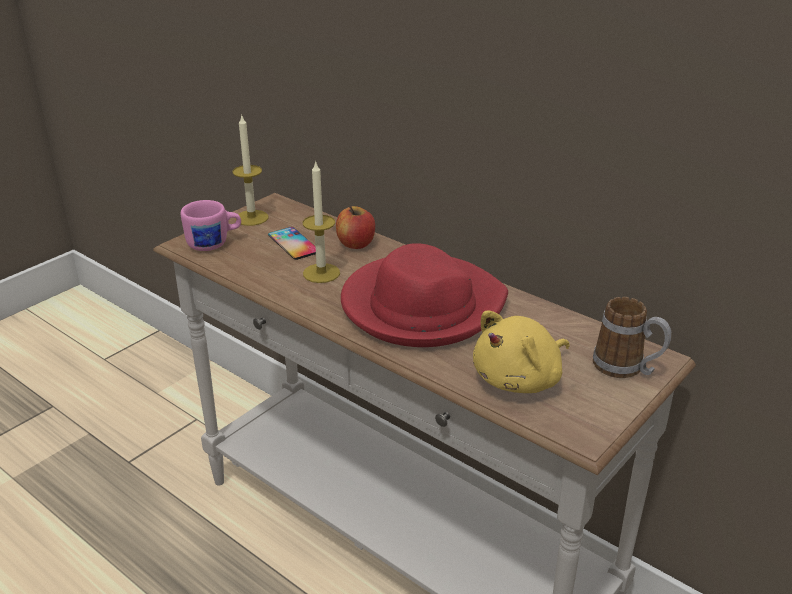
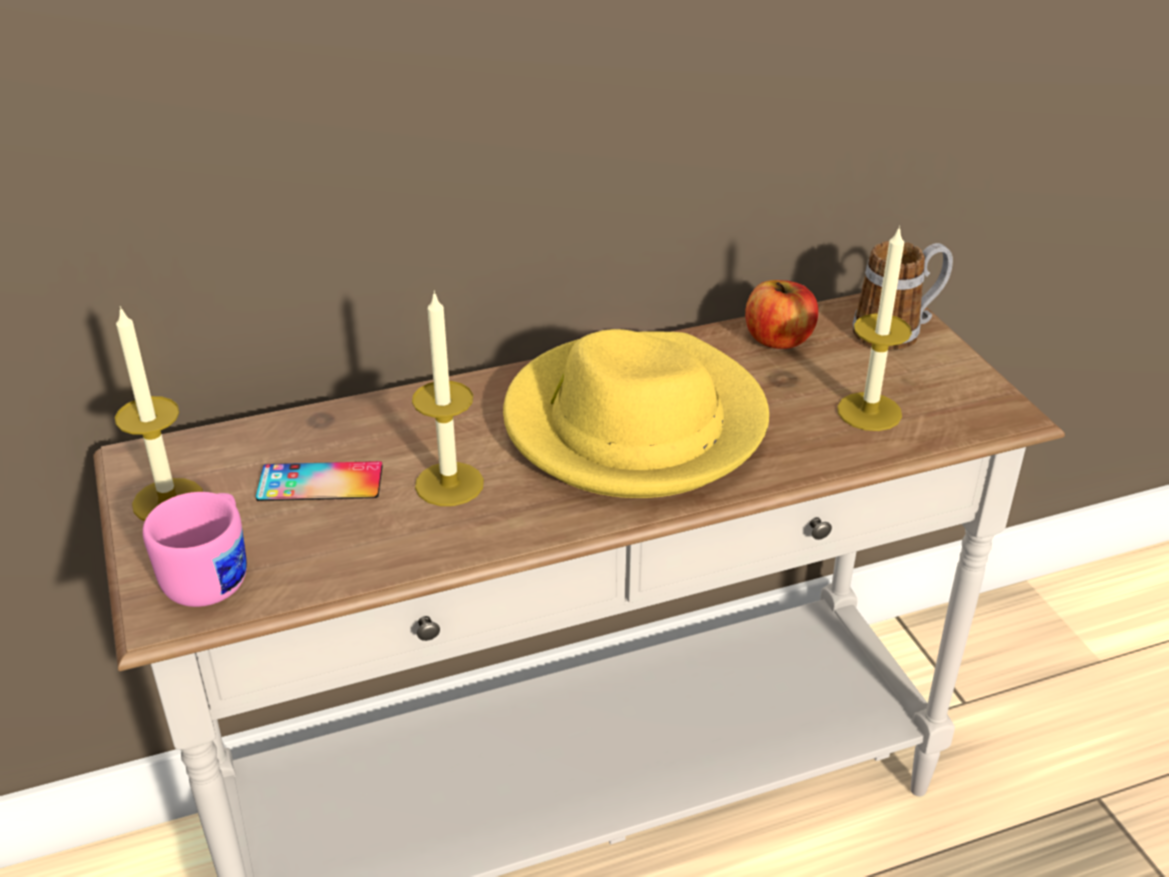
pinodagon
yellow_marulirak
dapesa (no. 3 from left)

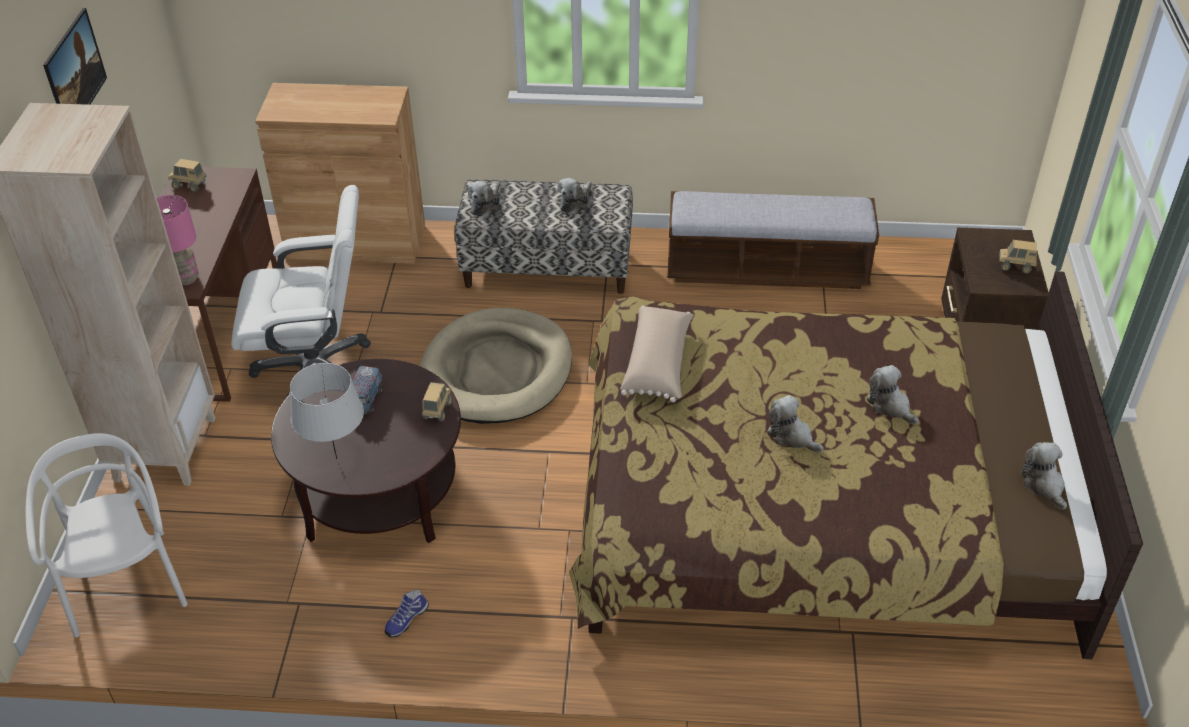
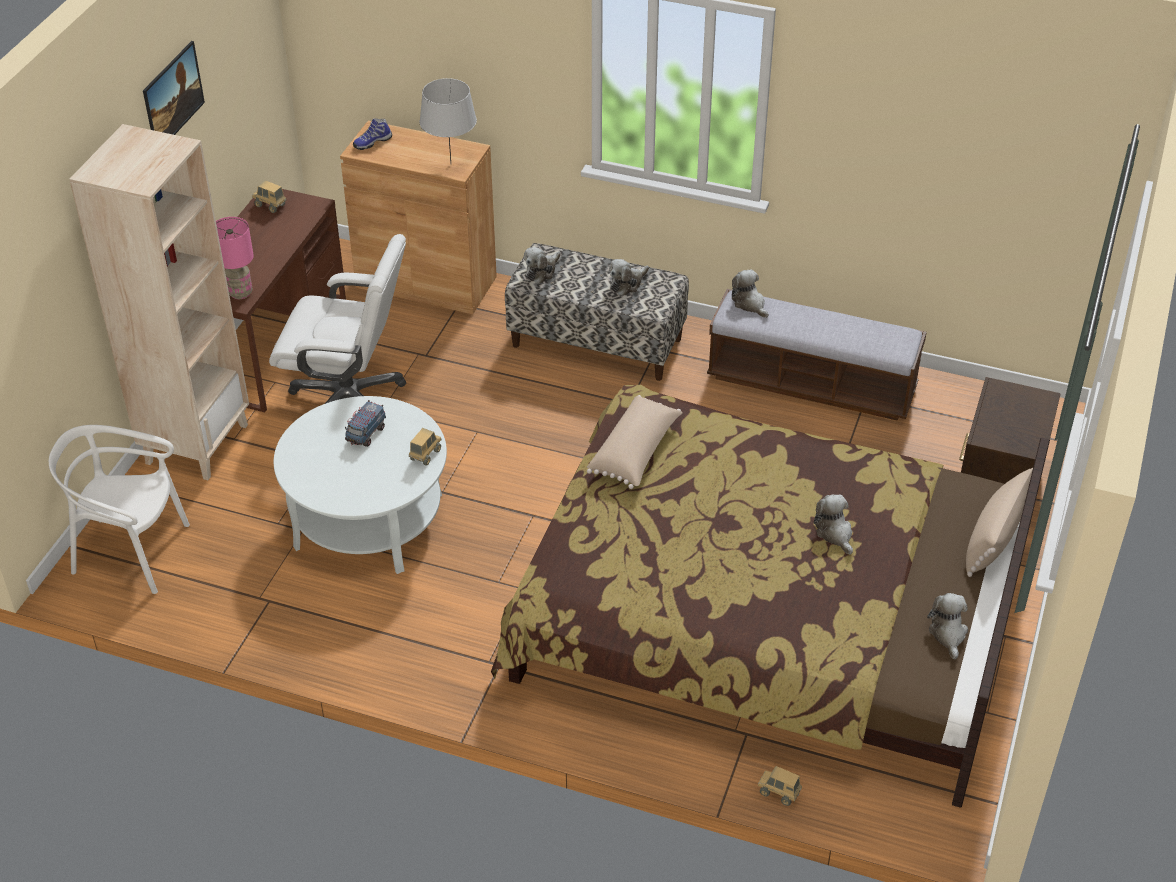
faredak (no. 4 from left)
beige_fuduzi
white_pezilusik
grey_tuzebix
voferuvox (no. 3 from left)
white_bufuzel
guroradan
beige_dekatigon (no. 2 from left)

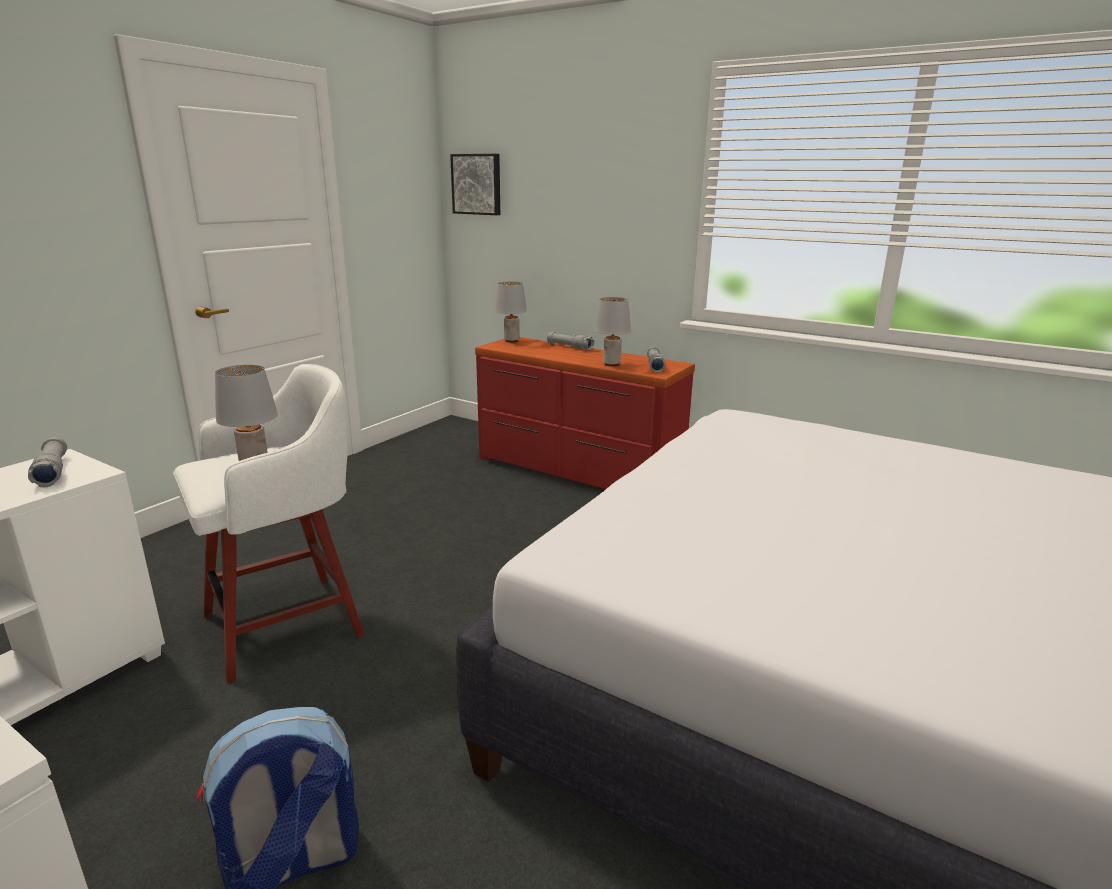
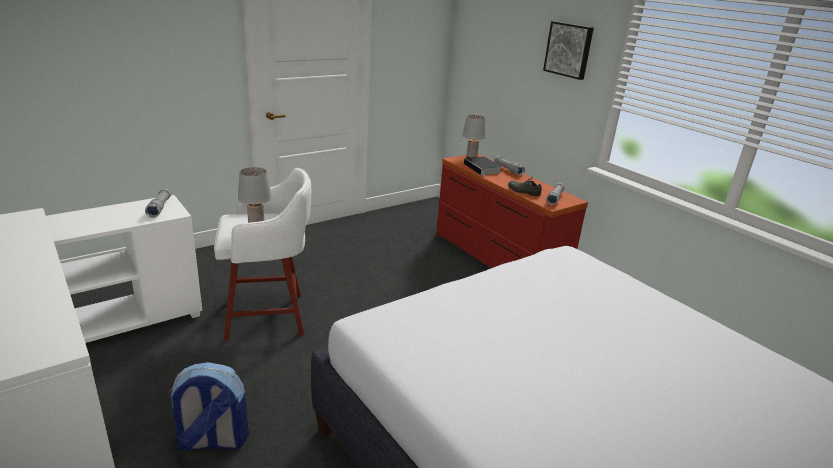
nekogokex
grey_guroradan
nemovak

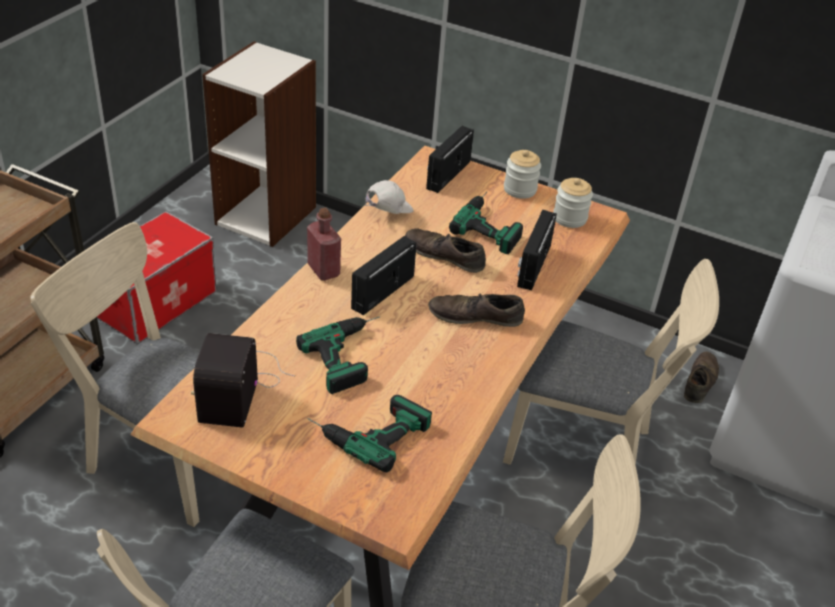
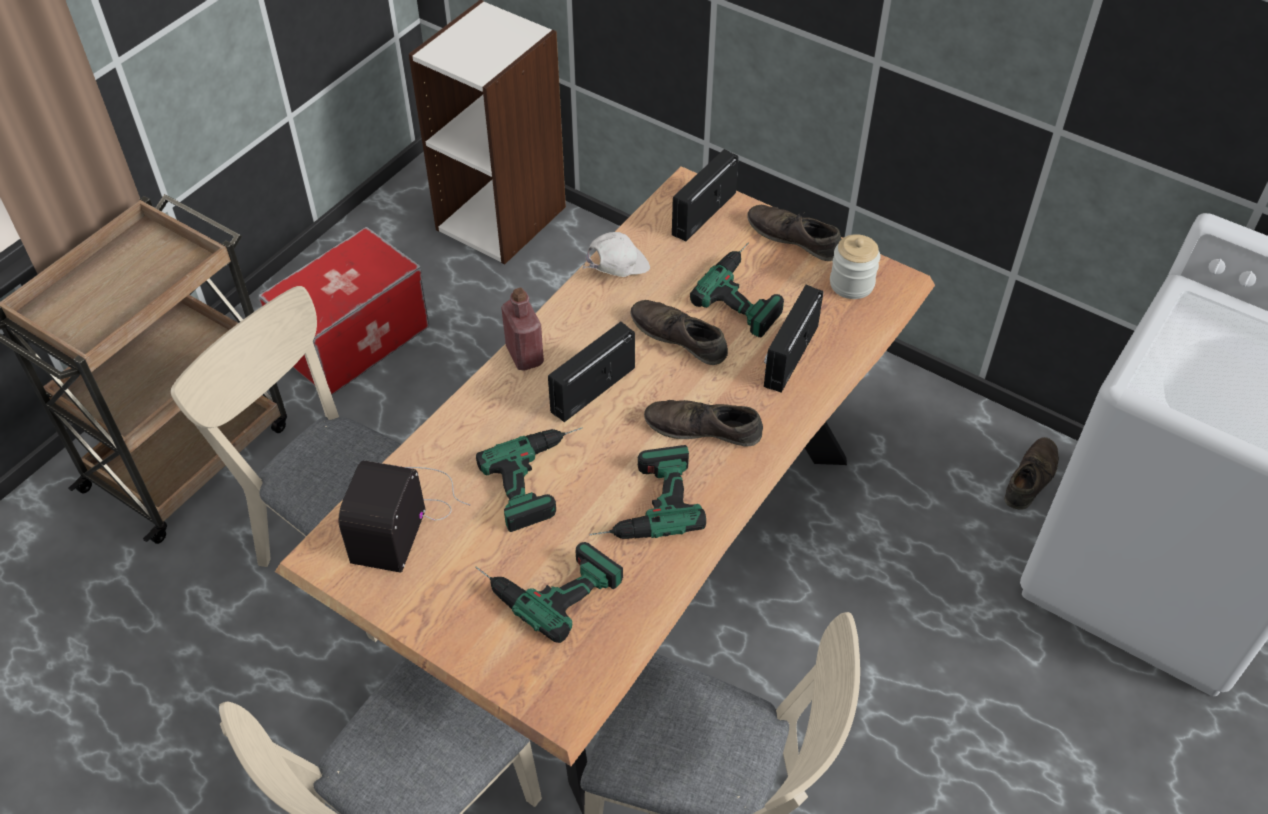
brown_guroradan (no. 3 from left)
beige_bufuzel (no. 4 from left in the first image)
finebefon (no. 3 from left)

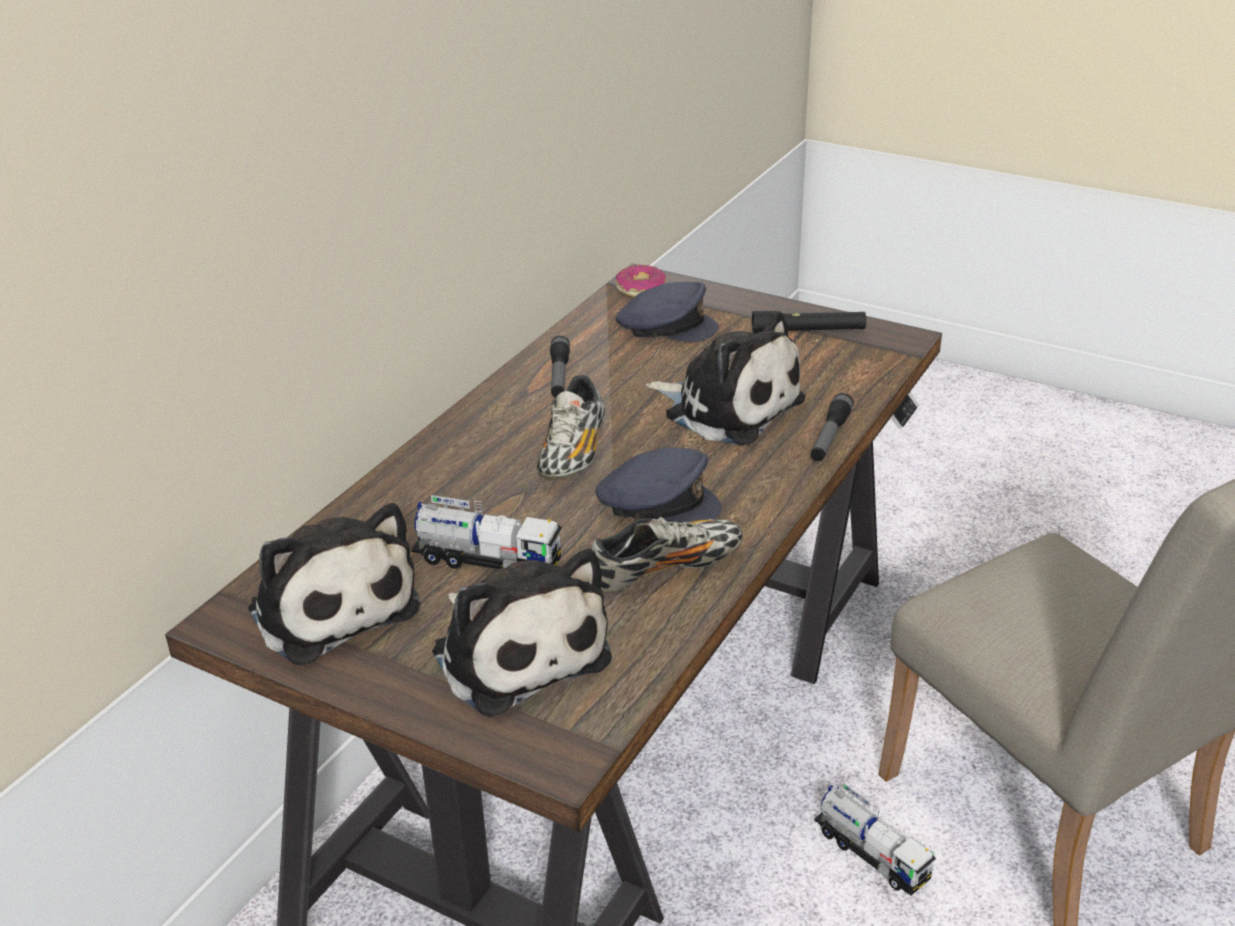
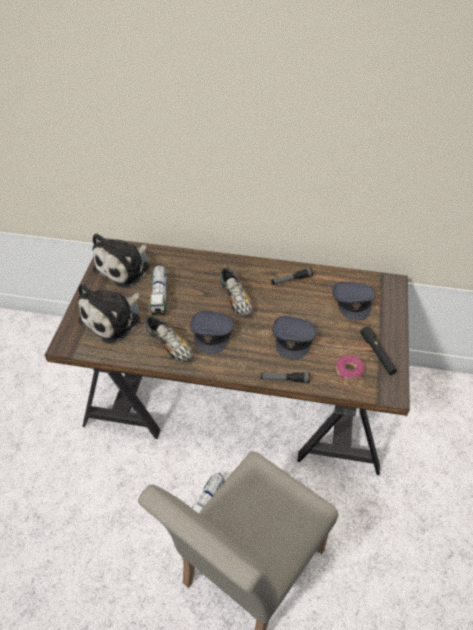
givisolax
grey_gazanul (no. 2 from left)
guroradan (no. 2 from left)

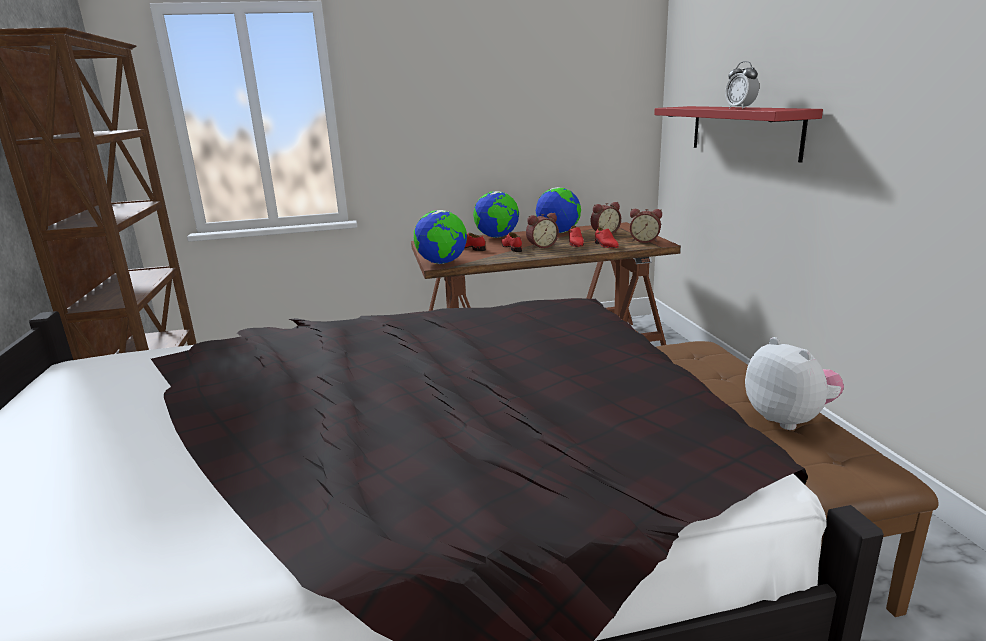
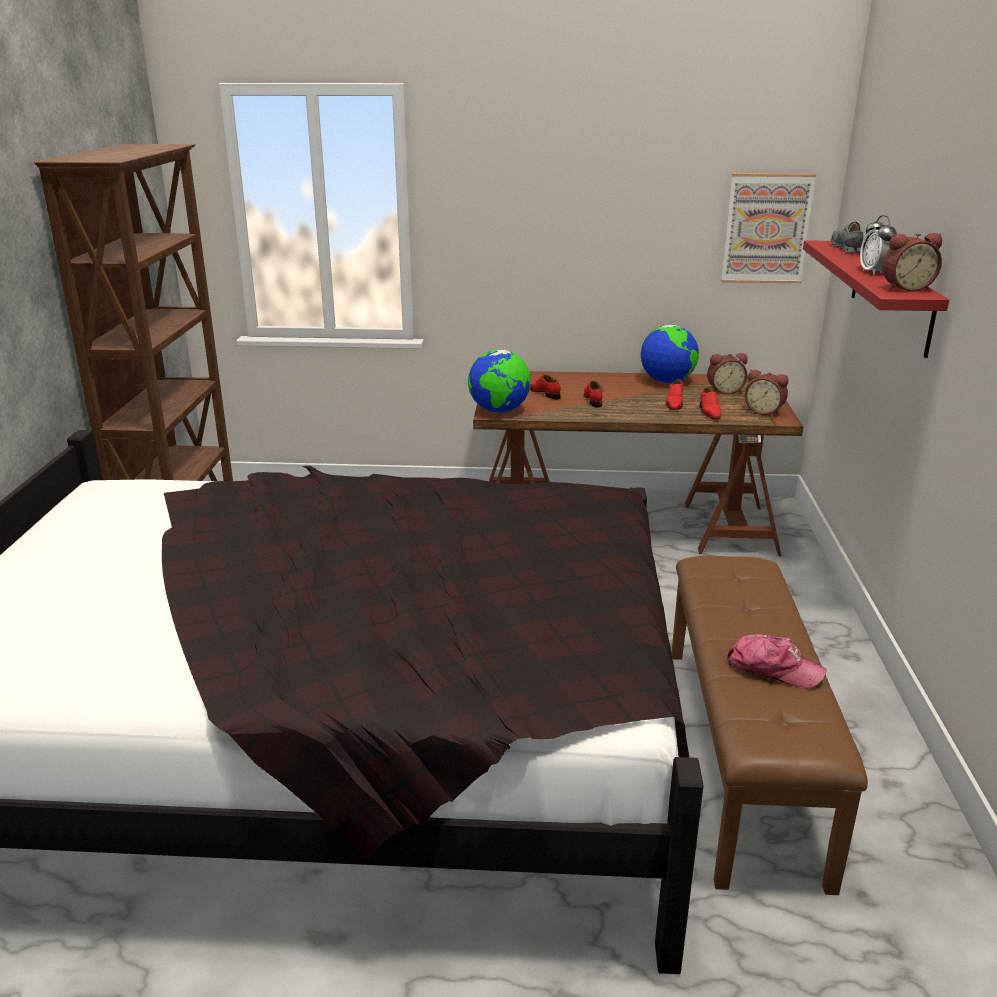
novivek (no. 2 from left in the first image)
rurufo (no. 4 from left)
gazanul
nekogokex
grey_guroradan

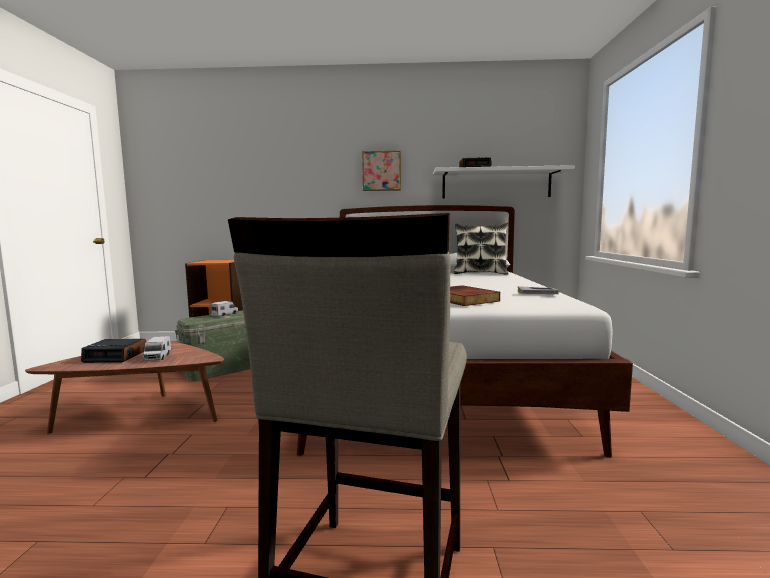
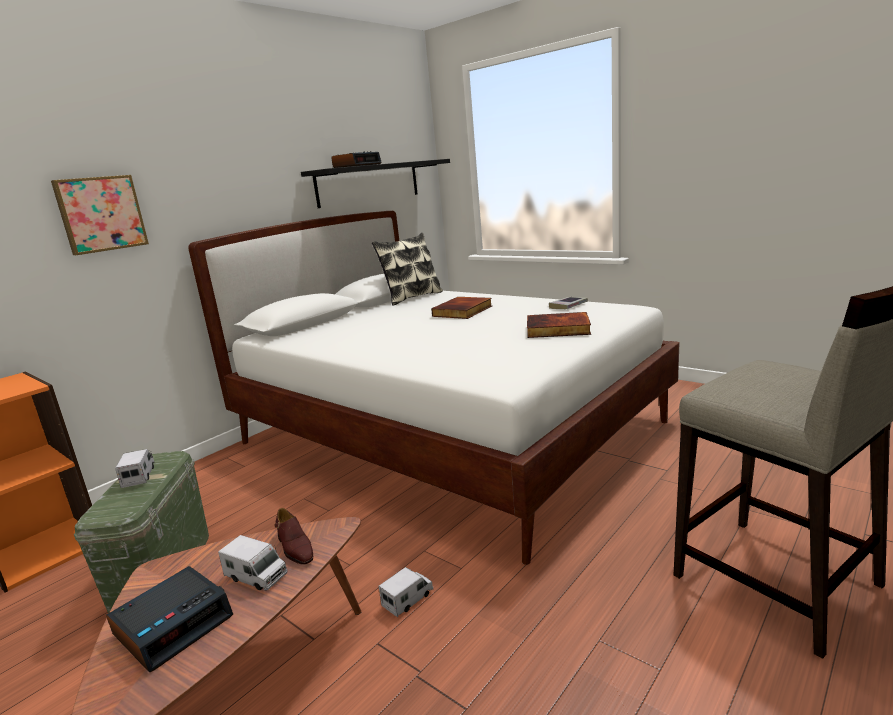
nekogokex
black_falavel
nemovak (no. 1 from left)
brown_guroradan
faredak (no. 3 from left)

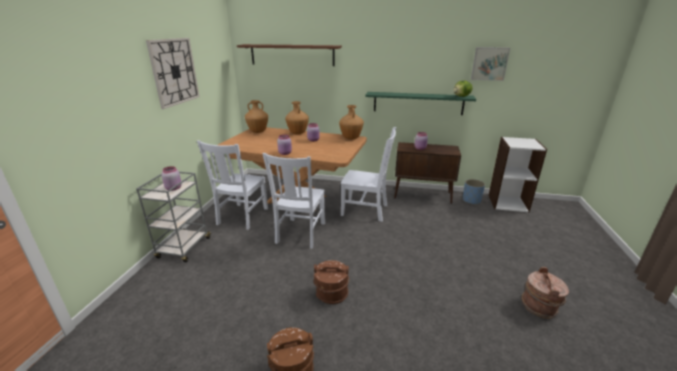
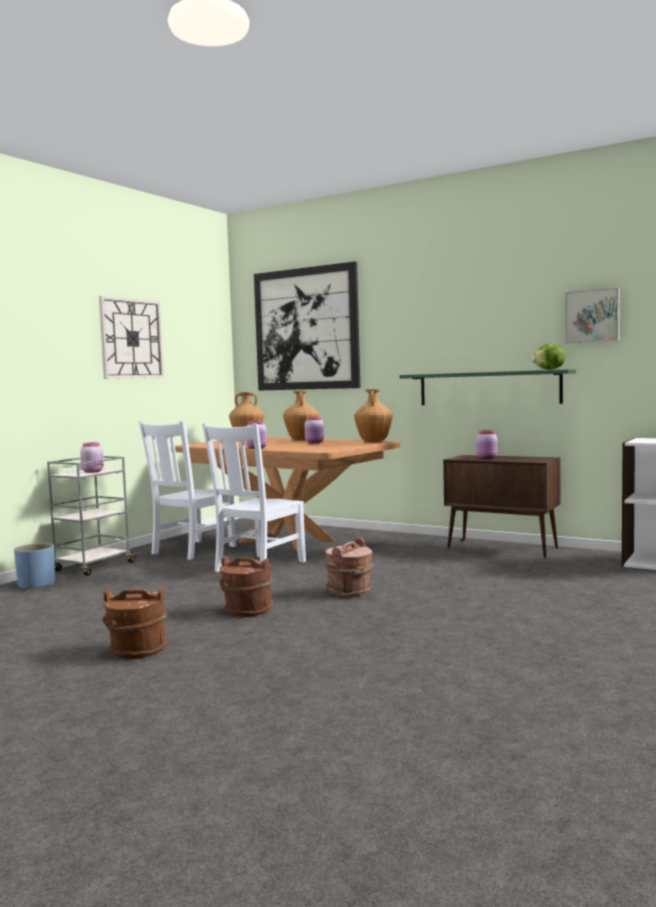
nekogokex (no. 1 from left)
white_bufuzel (no. 3 from left in the first image)
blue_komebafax
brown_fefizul (no. 3 from left)

